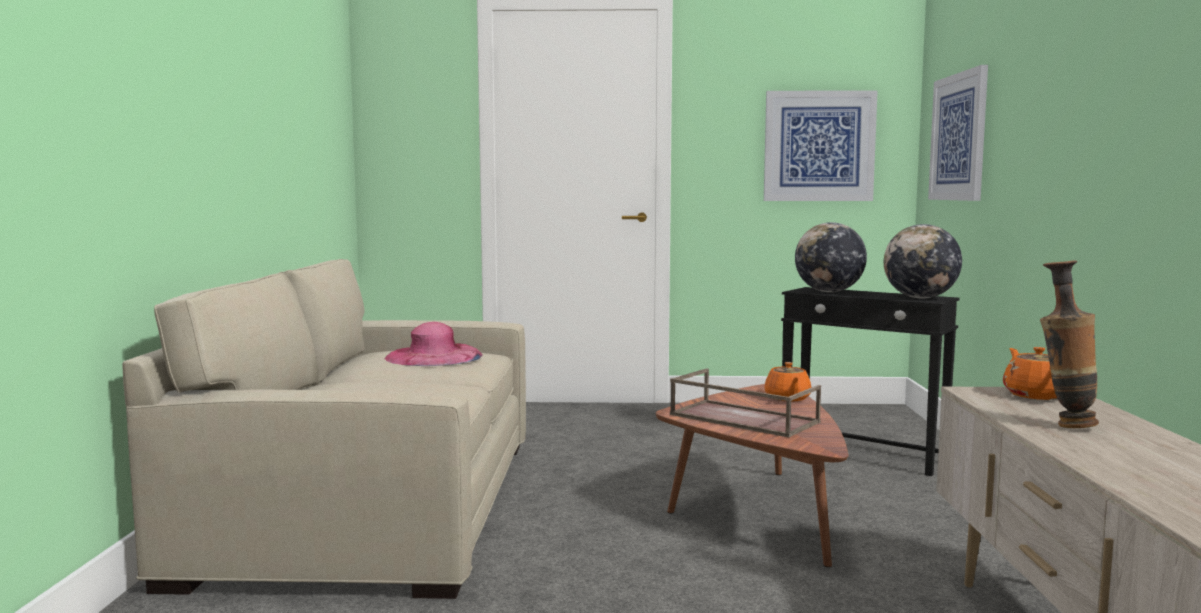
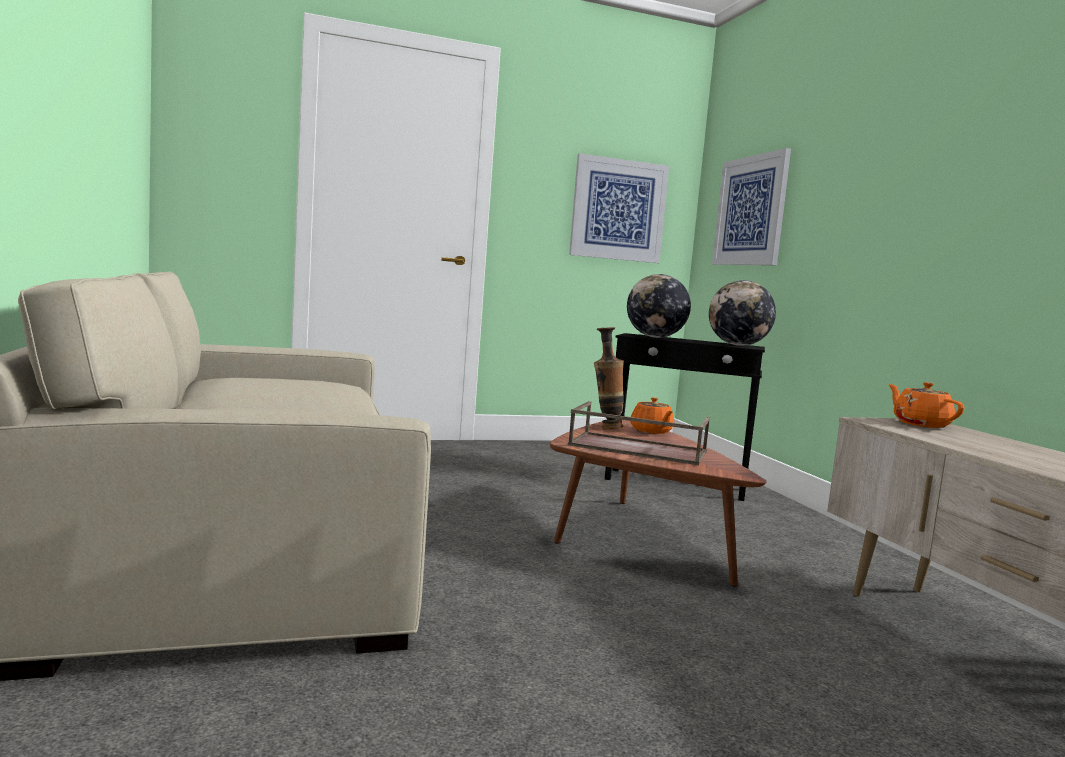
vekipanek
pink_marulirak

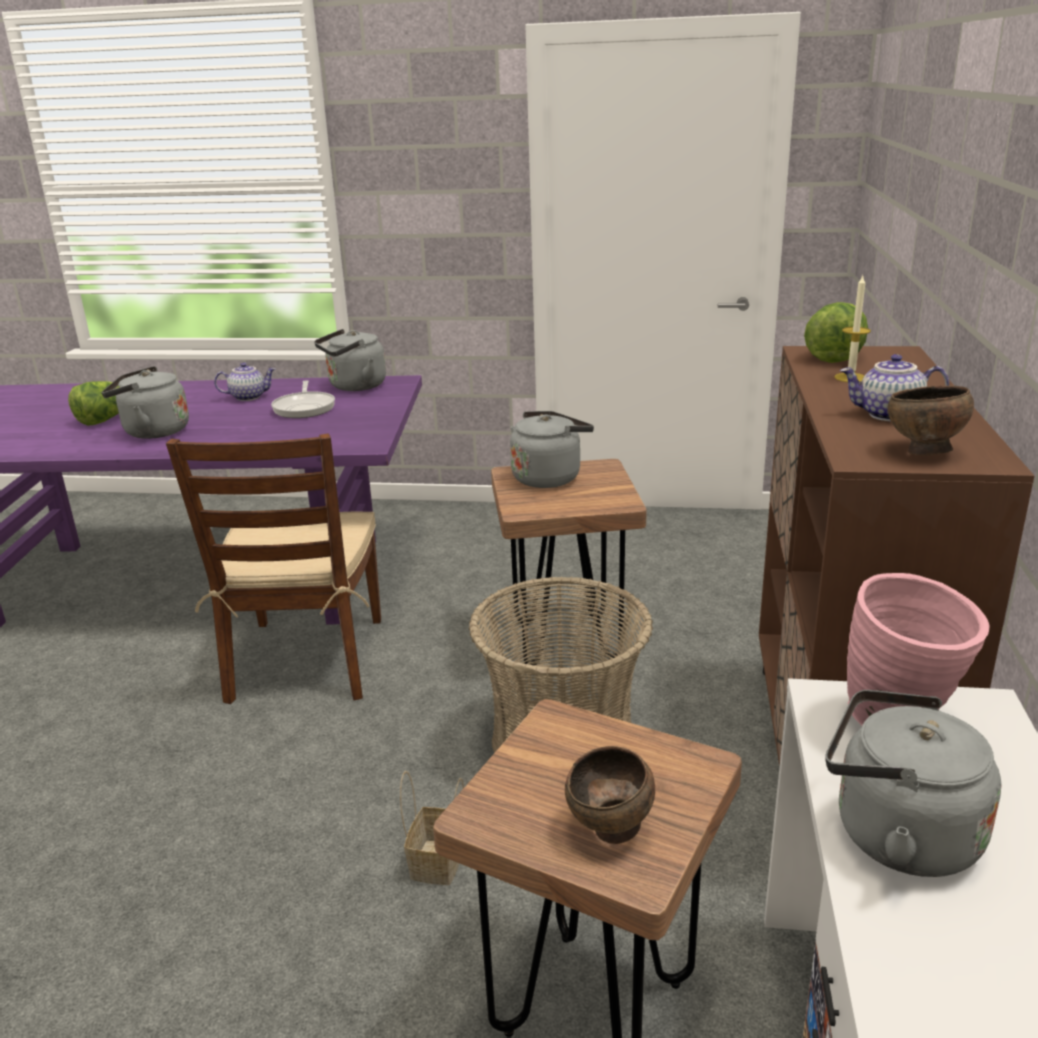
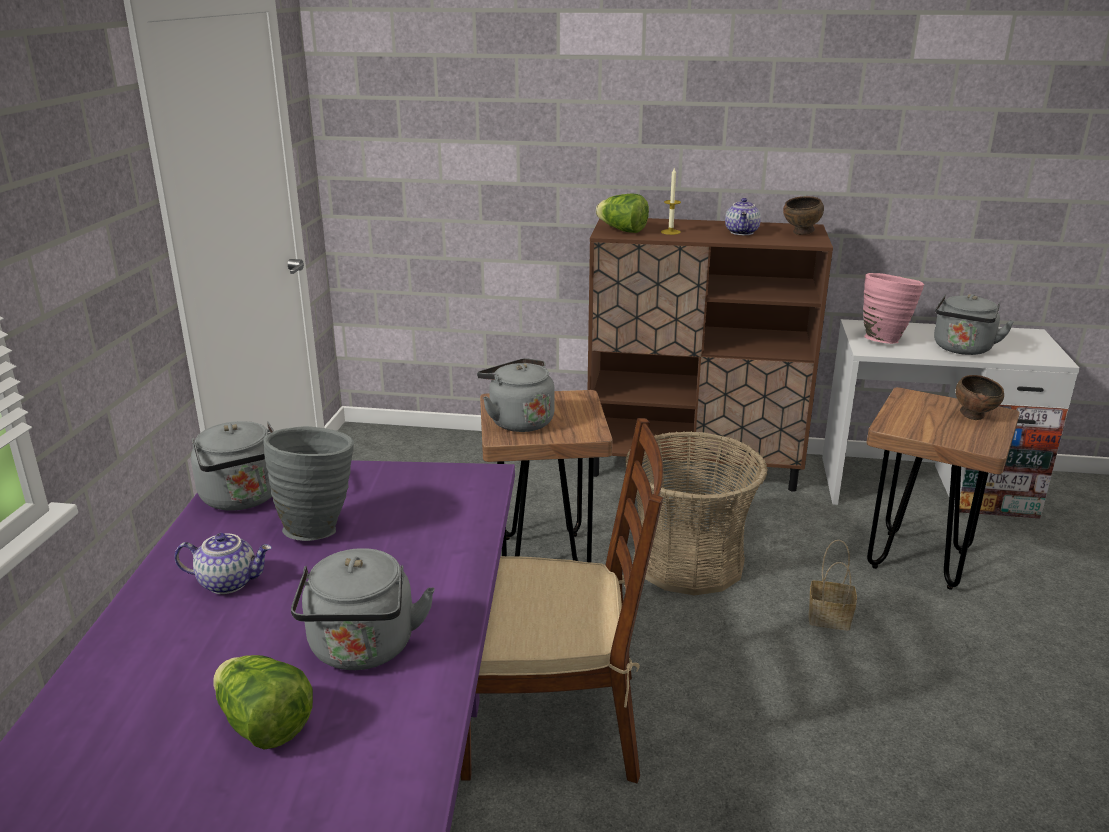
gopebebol (no. 1 from left)
grey_vekipanek

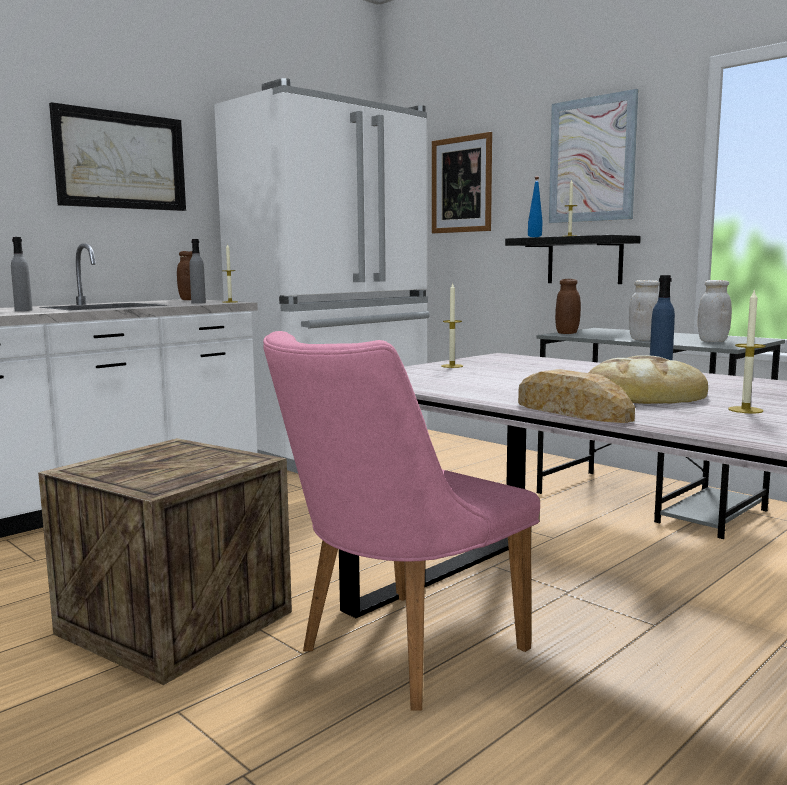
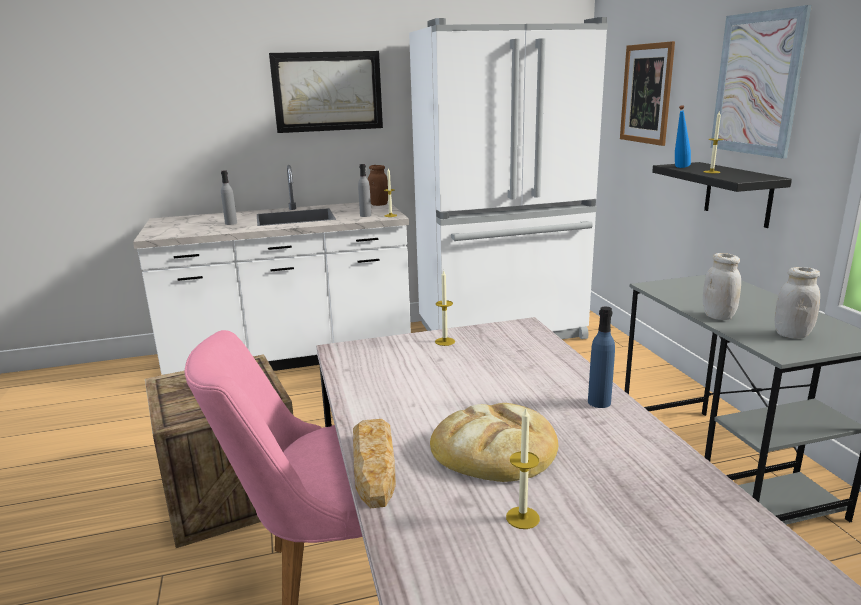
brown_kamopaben (no. 2 from left in the first image)

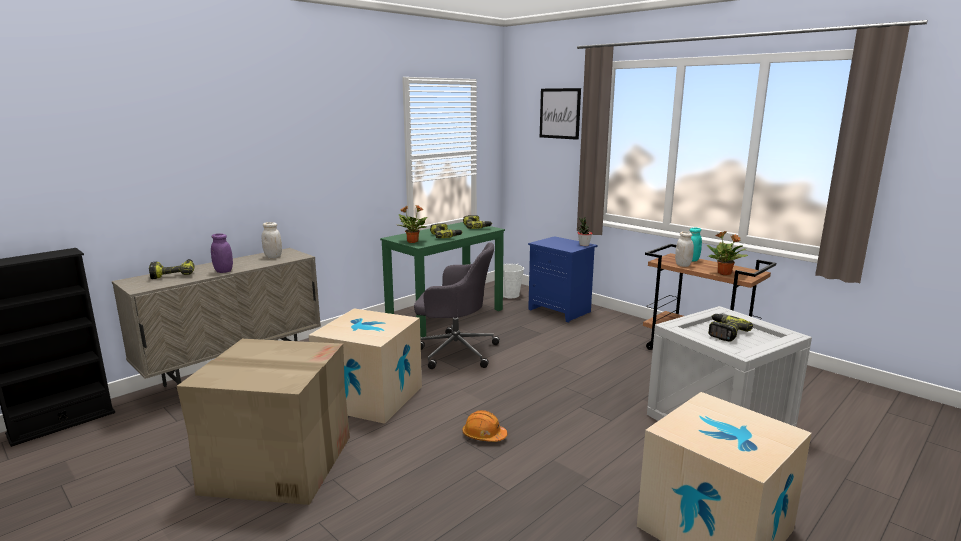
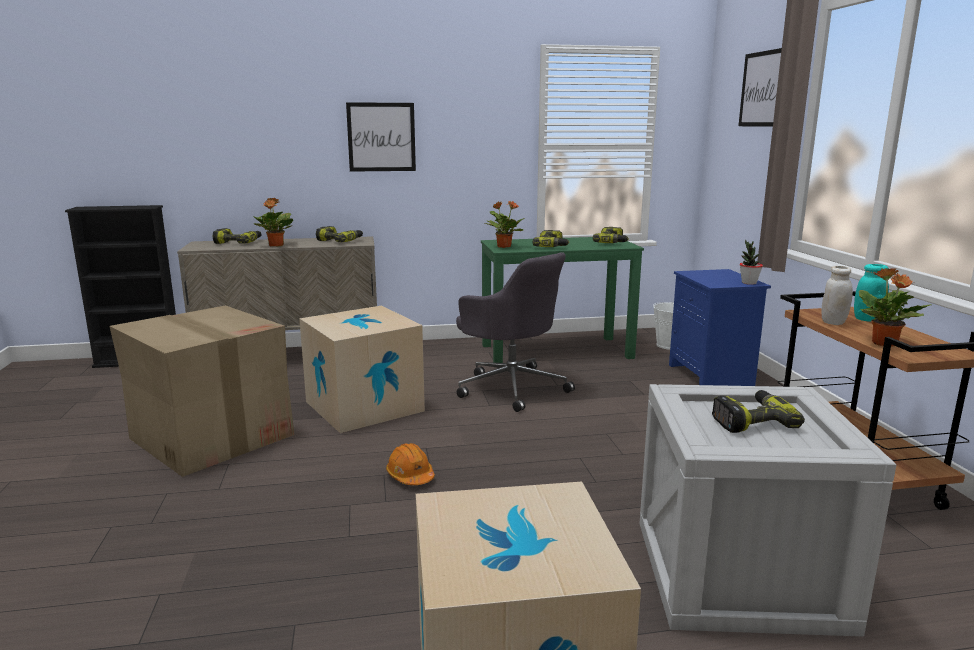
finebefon (no. 2 from left)
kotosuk (no. 1 from left)
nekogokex (no. 1 from left)

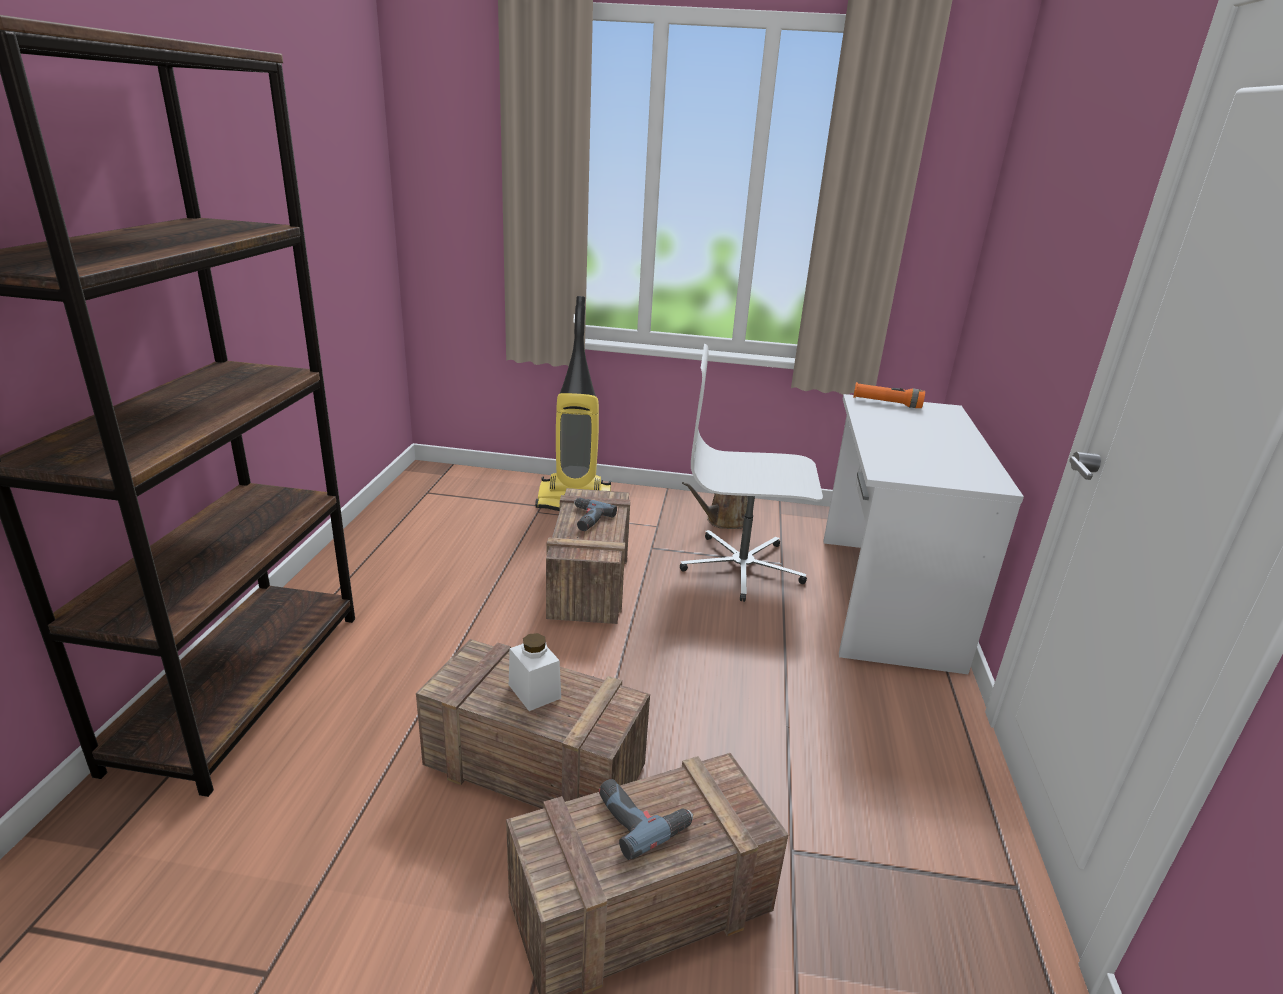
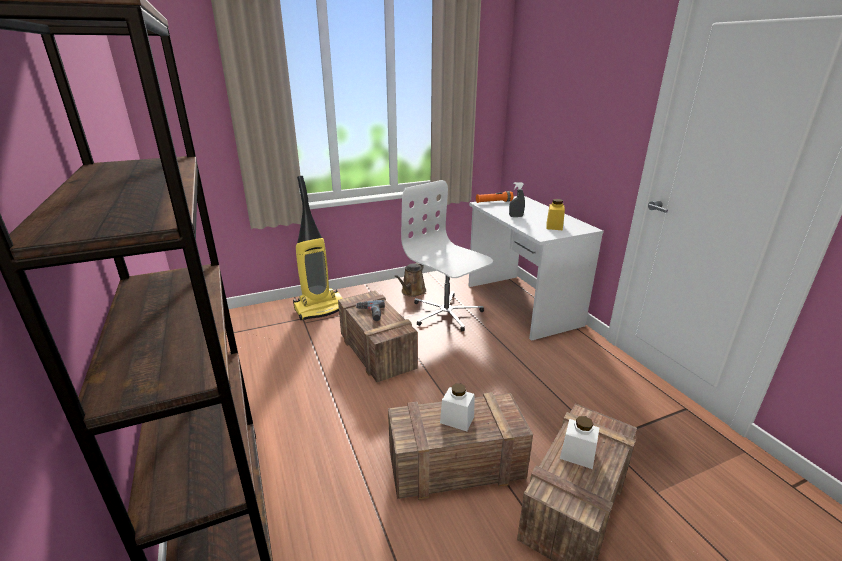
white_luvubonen
white_kamopaben (no. 2 from left)
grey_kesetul
yellow_kamopaben

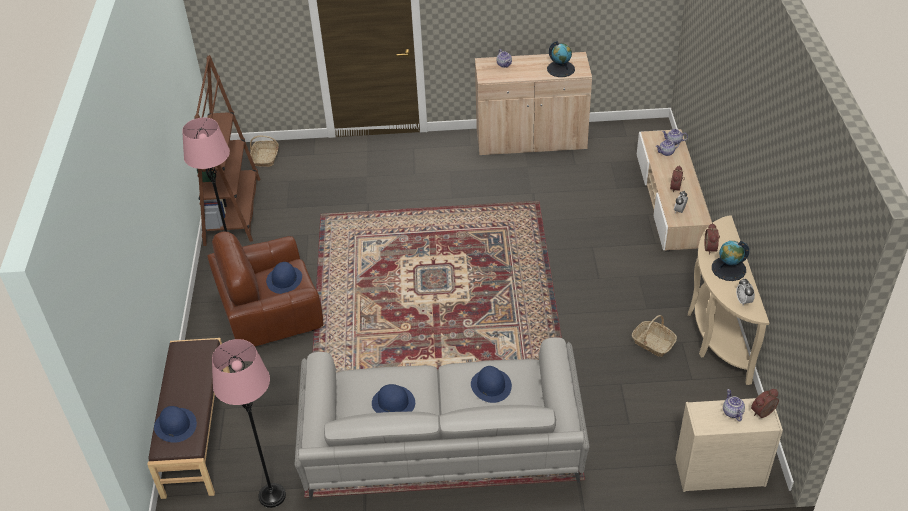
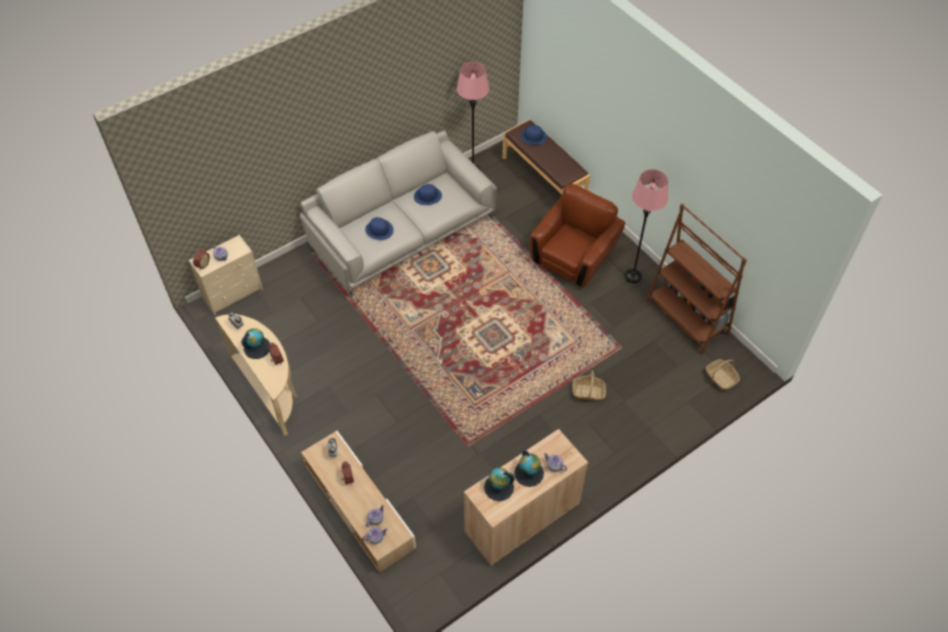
blue_marulirak (no. 2 from left in the first image)
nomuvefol (no. 1 from left)
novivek (no. 3 from left)

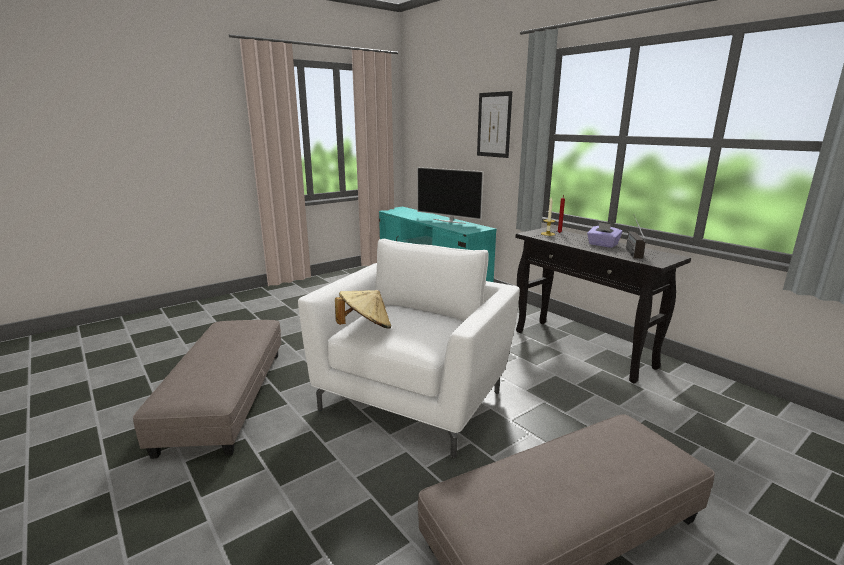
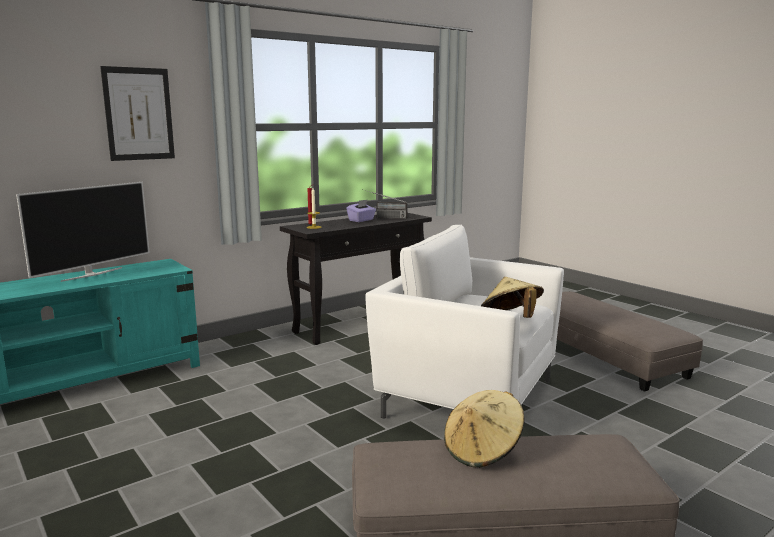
beige_marulirak (no. 1 from left)

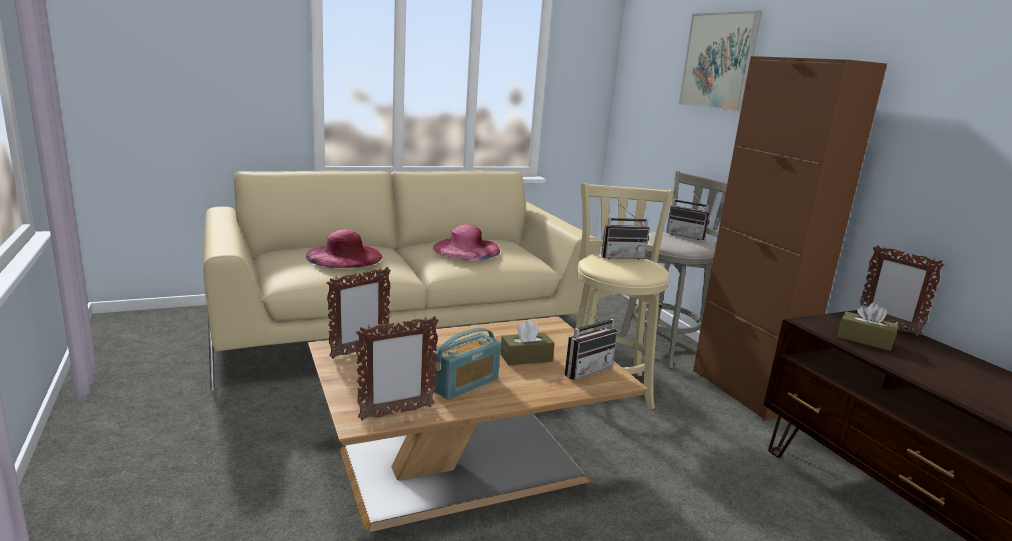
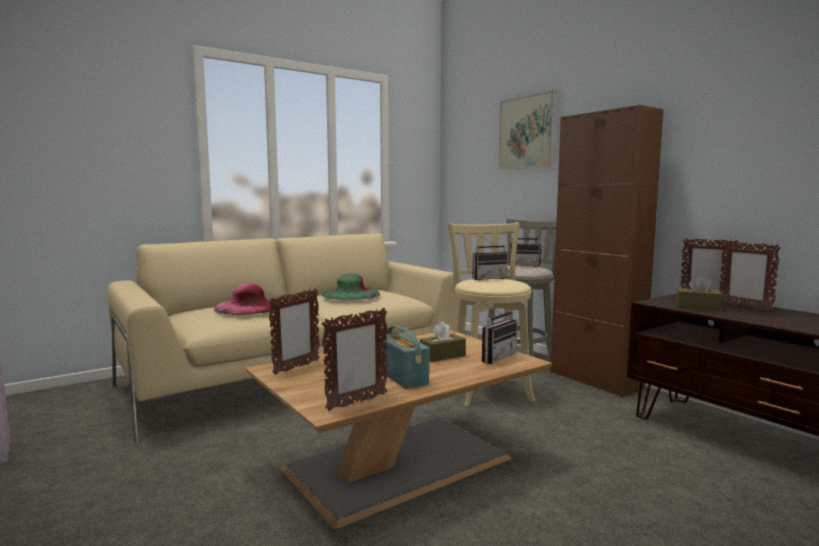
green_marulirak
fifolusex (no. 1 from left)
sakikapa (no. 4 from left)

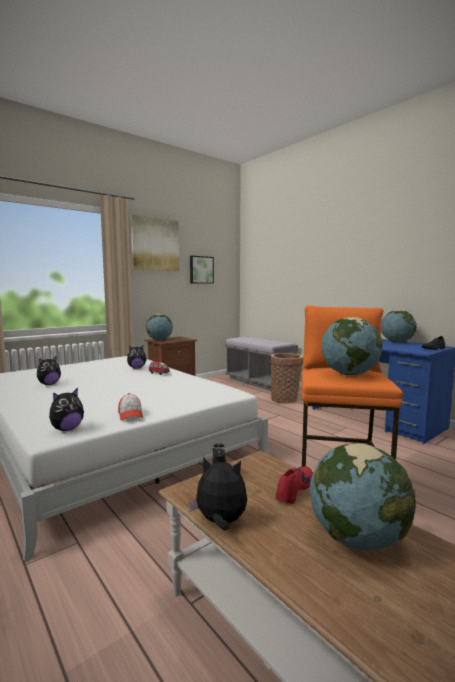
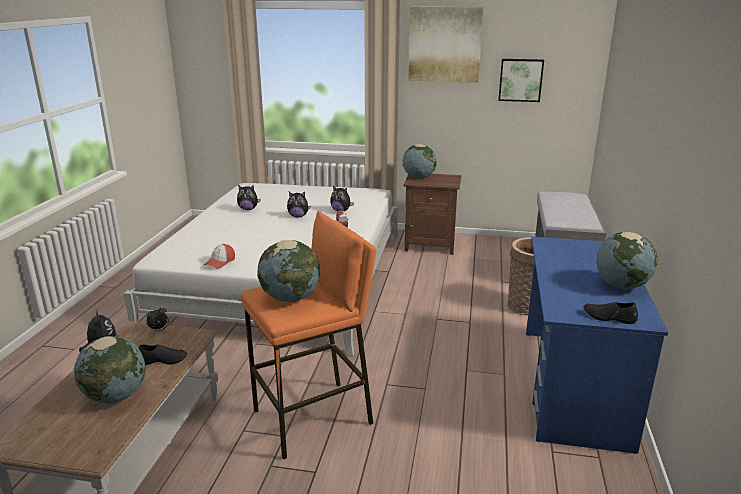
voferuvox (no. 3 from left)
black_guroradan (no. 1 from left)

